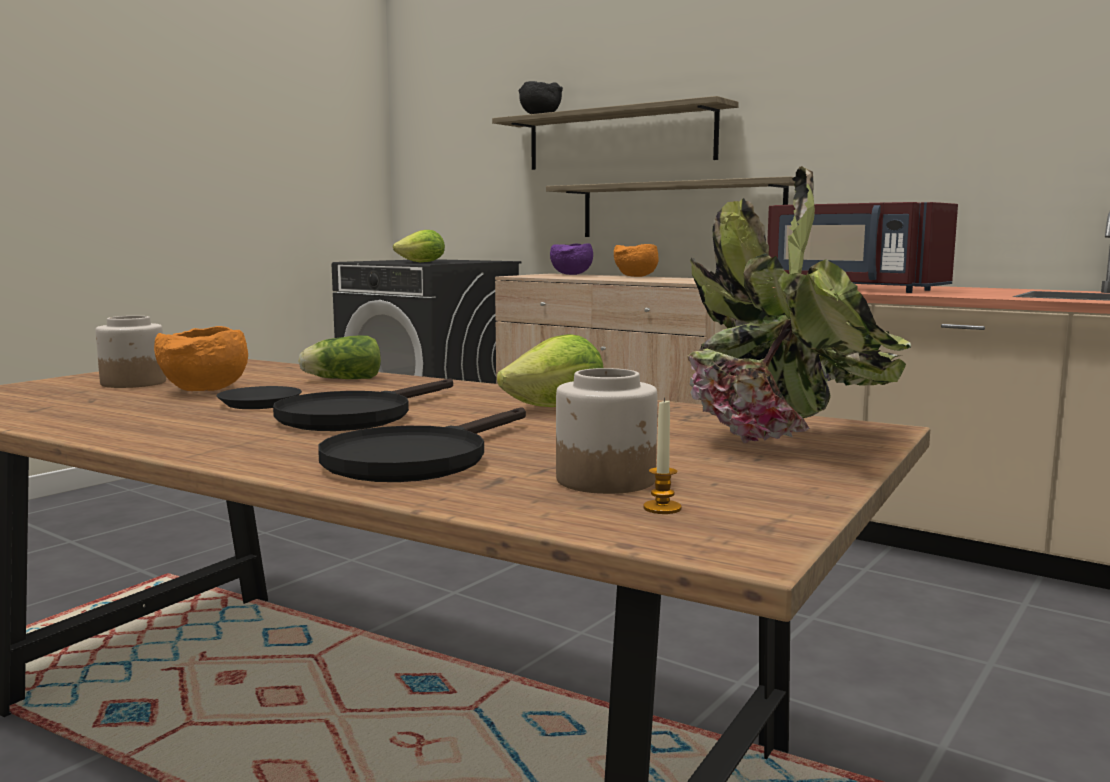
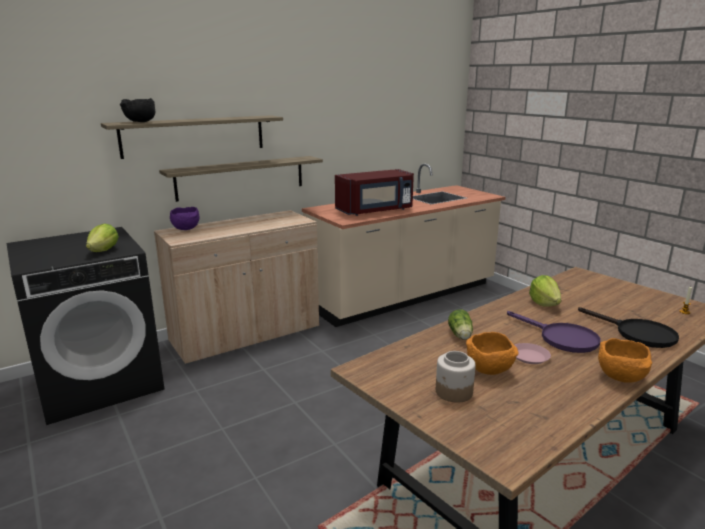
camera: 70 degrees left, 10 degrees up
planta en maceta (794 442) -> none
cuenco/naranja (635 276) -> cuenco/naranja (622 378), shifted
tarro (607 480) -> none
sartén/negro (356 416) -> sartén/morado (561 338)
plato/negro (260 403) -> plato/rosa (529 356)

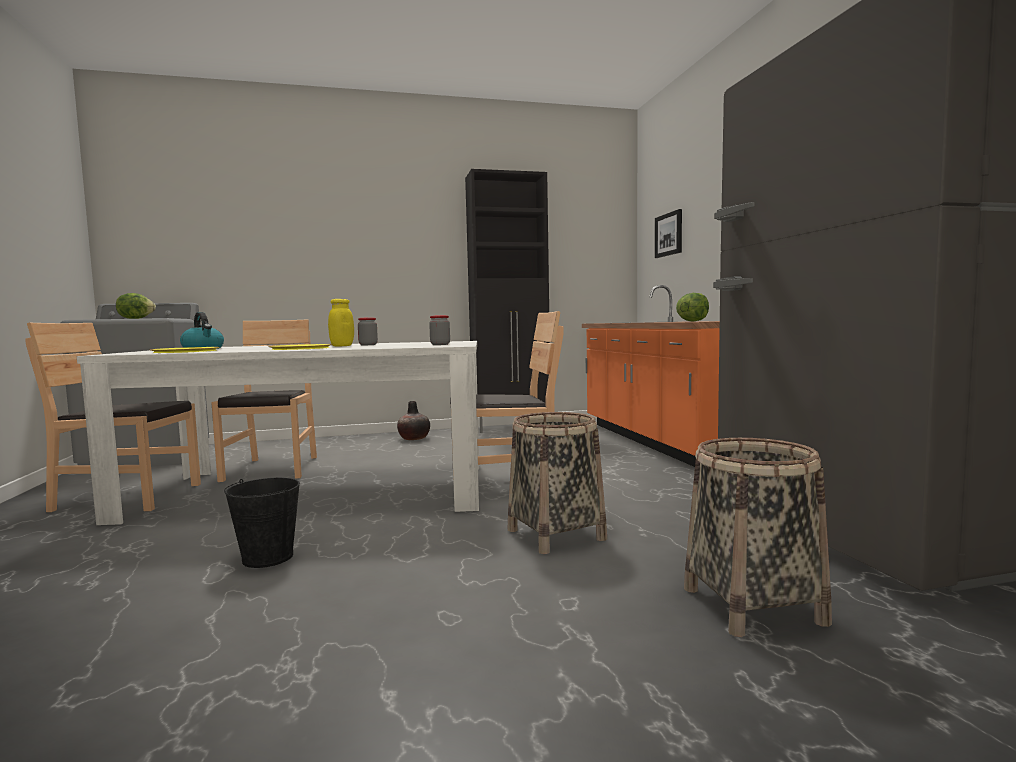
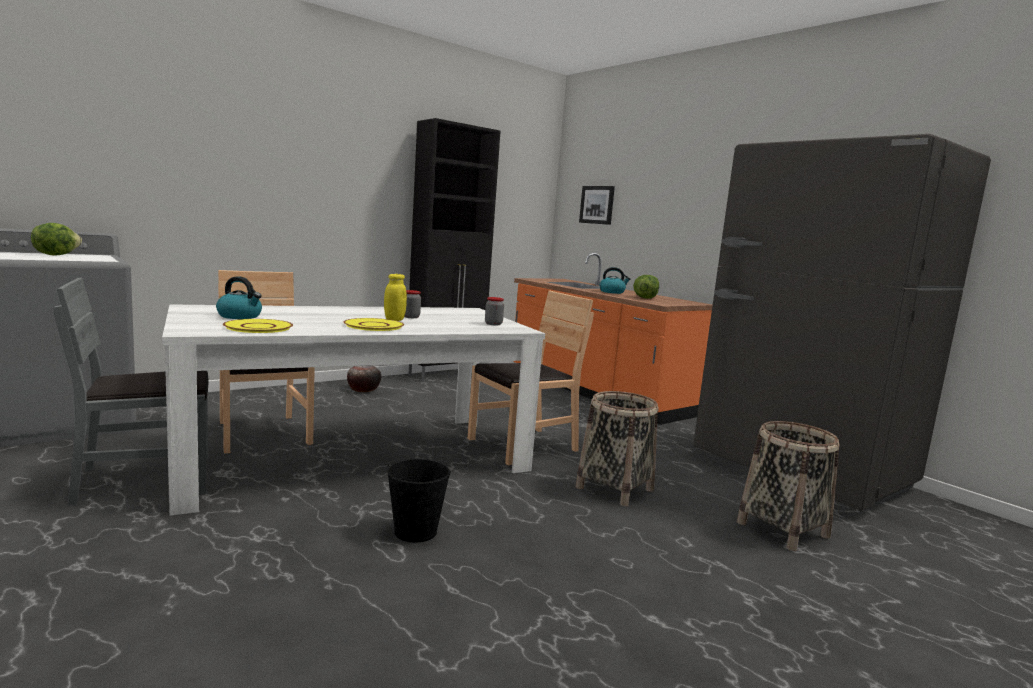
camera: 25 degrees left, 5 degrees up
silla/marrón (128 498) -> silla/gris (146 479)
none -> hervidor (612 292)

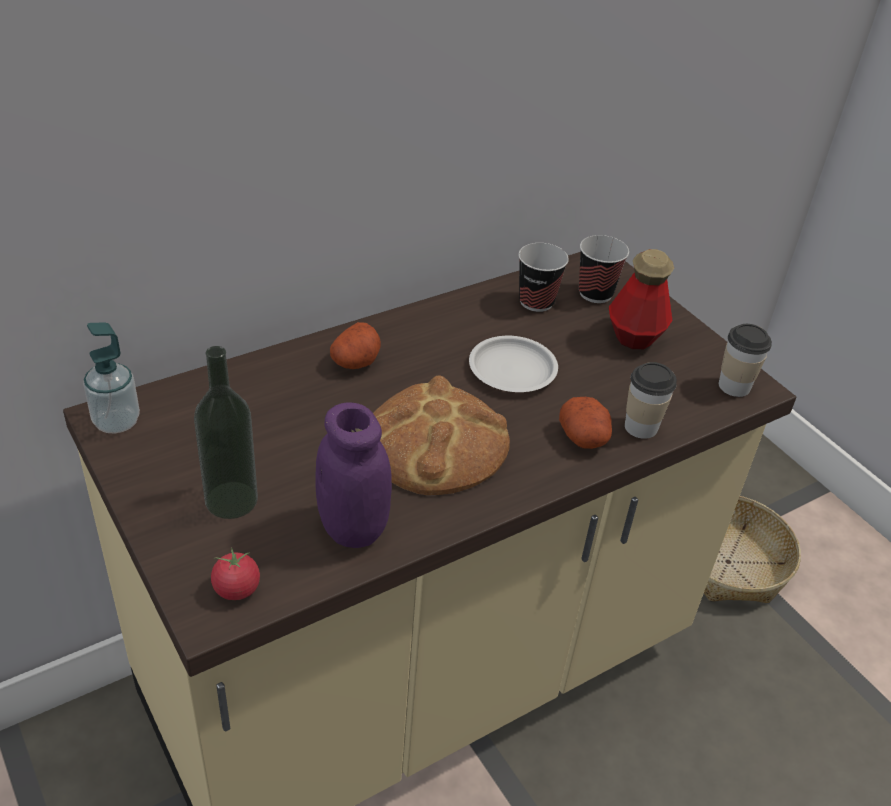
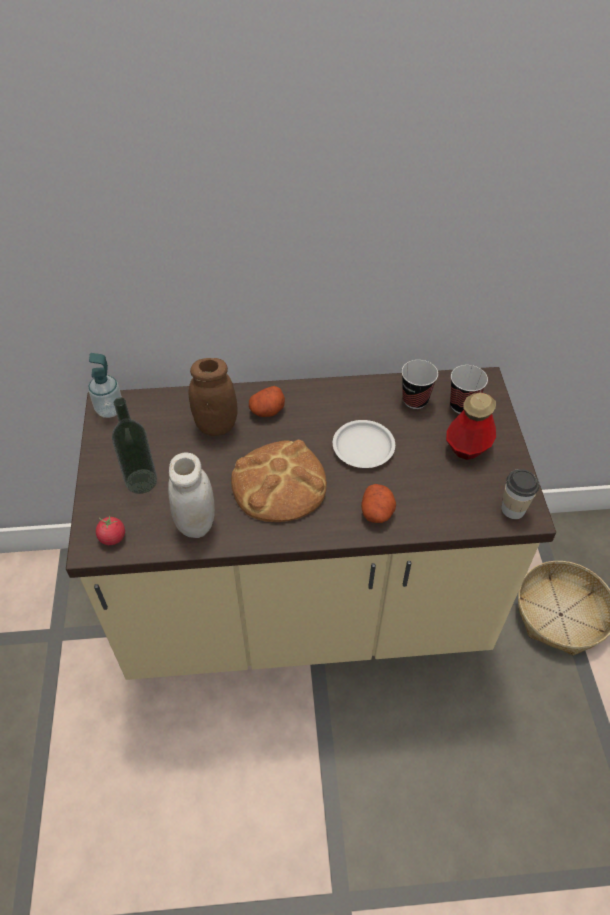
camera: 30 degrees right, 10 degrees up
taza (641 427) -> none
tarro/morado (353 528) -> tarro/blanco (196 523)
none -> tarro/marrón (216 426)

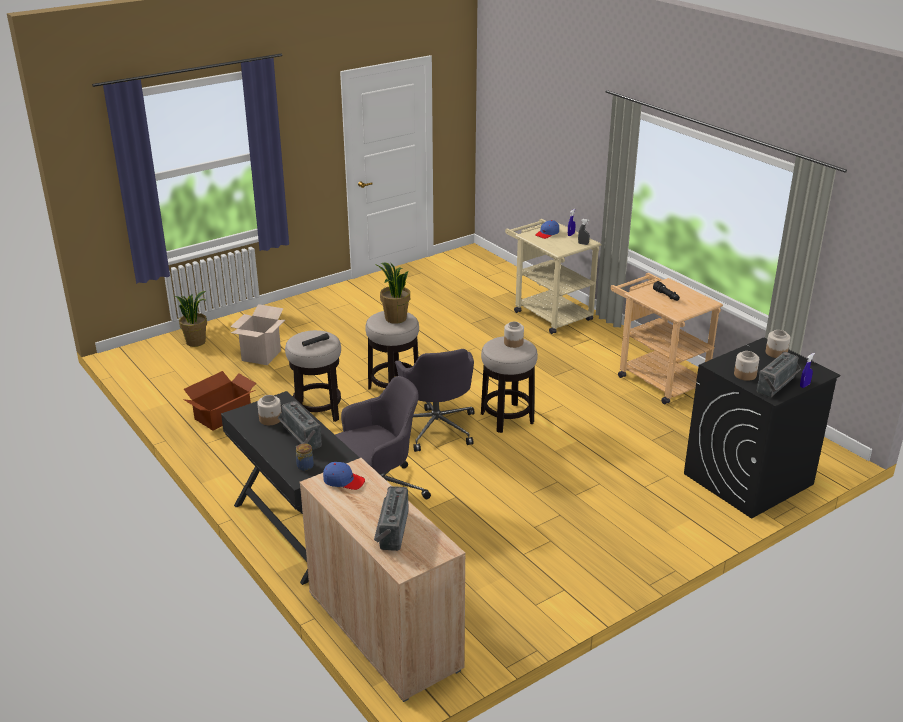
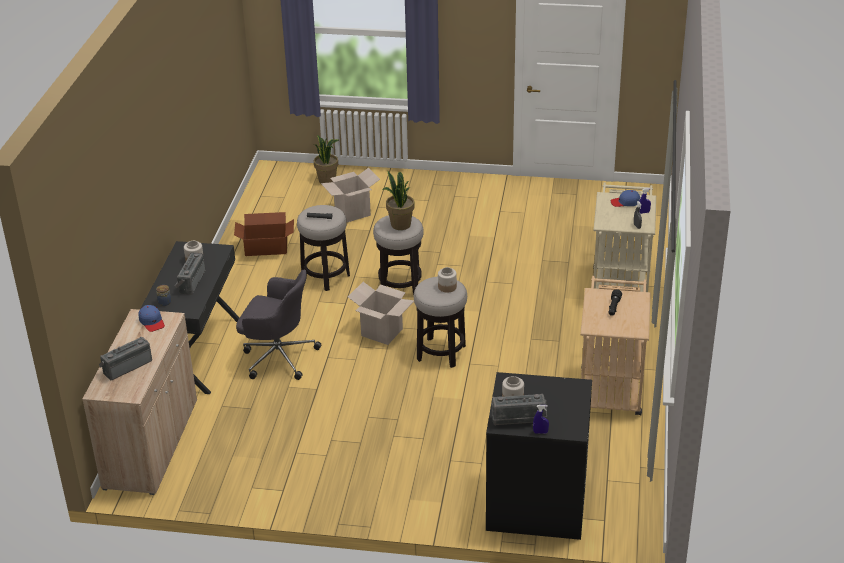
camera: 45 degrees right, 5 degrees up
tarro (776 353) -> none
silla de oficina/gris (436 428) -> caja de cartón (382 332)

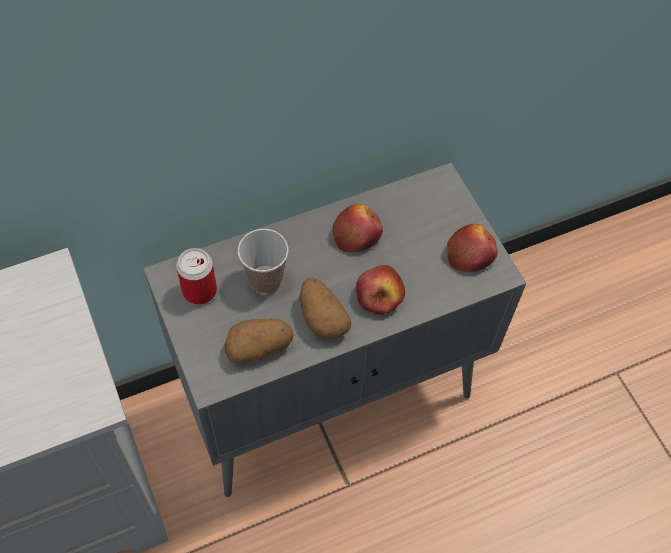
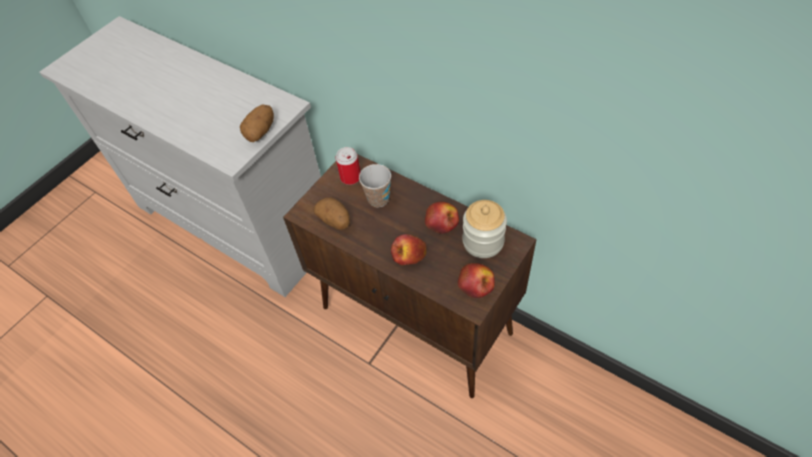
camera: 65 degrees right, 5 degrees down
armario/gris (331 394) -> armario/marrón (417 321)
patata (322 317) -> patata (261 131), shifted
none -> tarro (483 241)

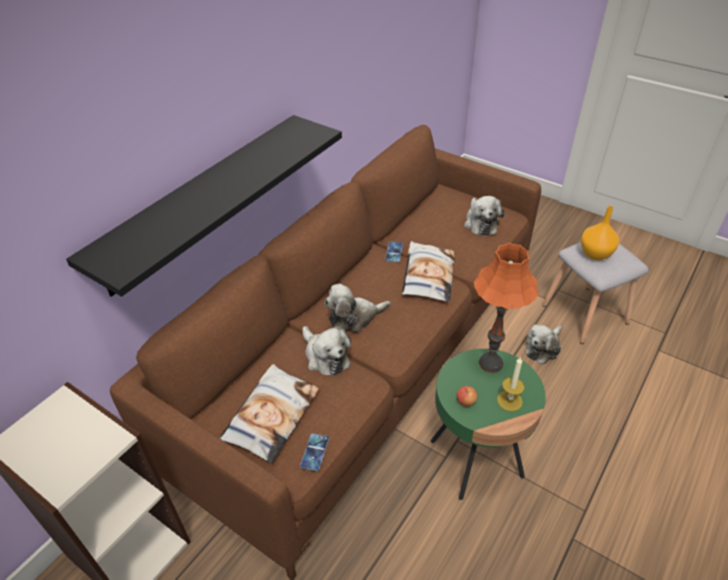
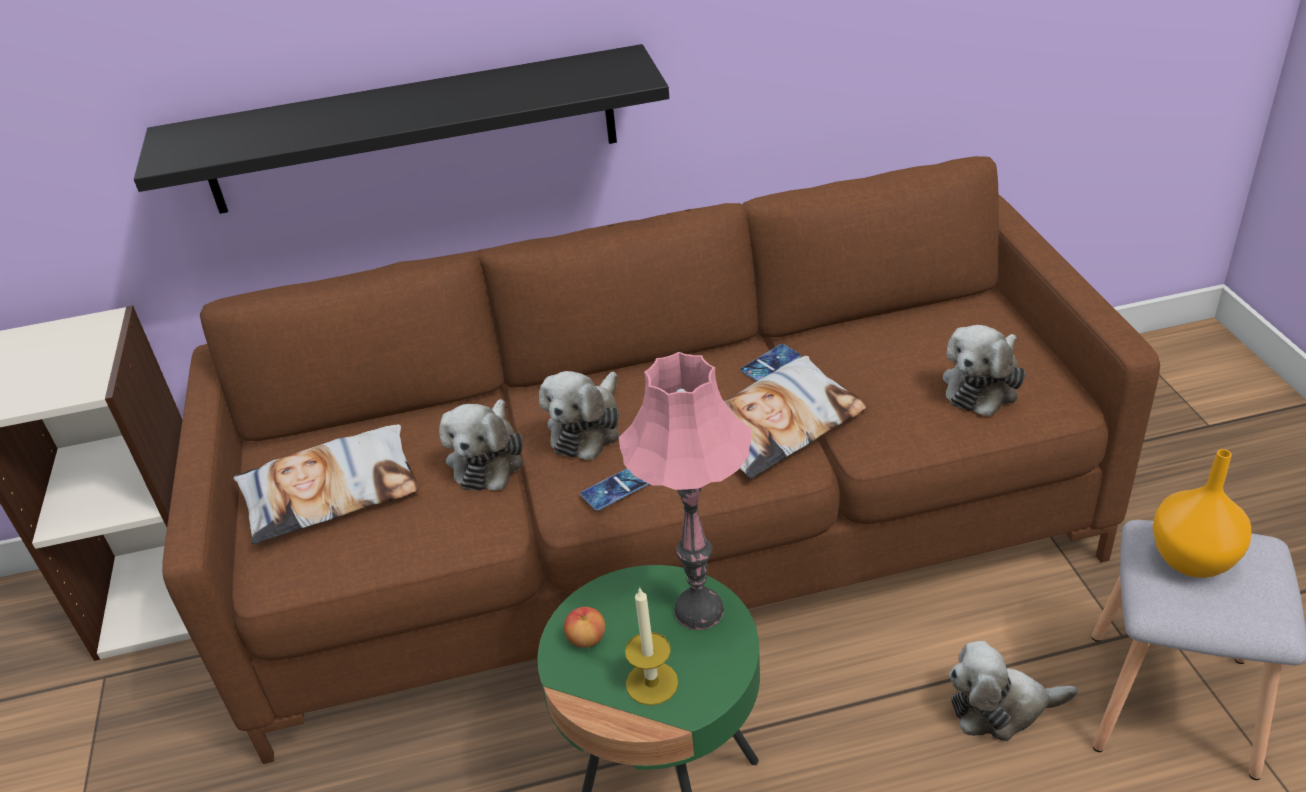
camera: 45 degrees right, 5 degrees down
lámpara de mesa/naranja (490 363) -> lámpara de mesa/rosa (699 610)
peluche (354 318) -> peluche (587 428), 90 degrees counterclockwise
móvil (314 452) -> móvil (615 488), shifted

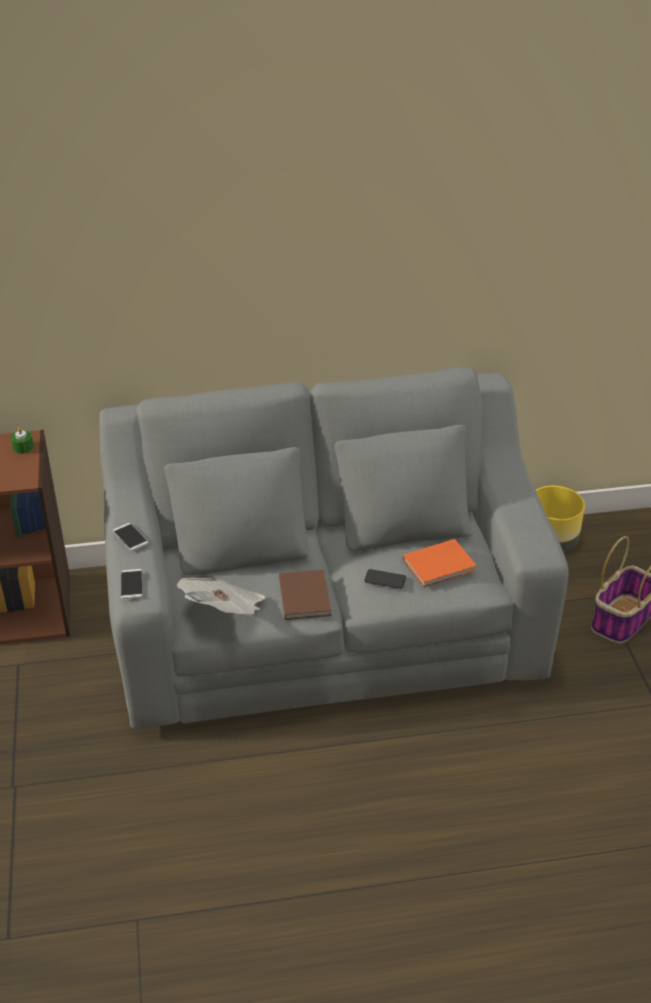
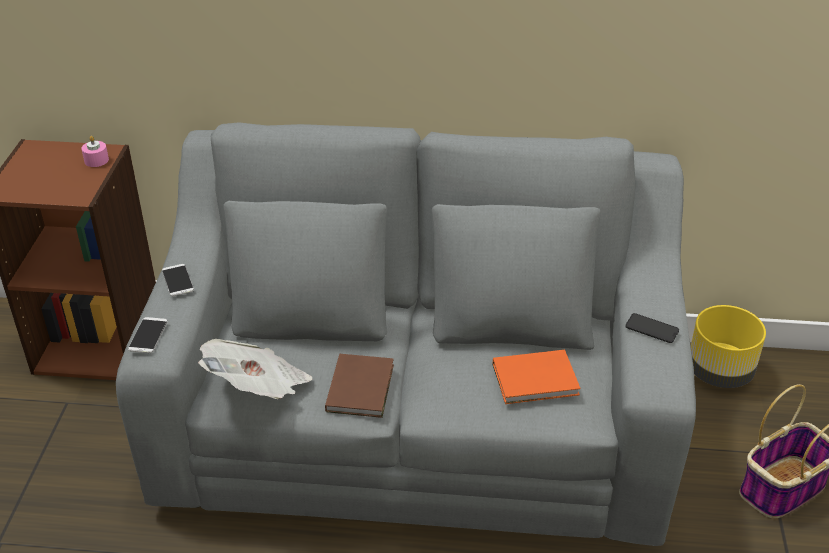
camera: 15 degrees right, 0 degrees up
vela/verde (23 447) -> vela/rosa (96 160)
móvil (385 579) -> móvil (652 328), shifted

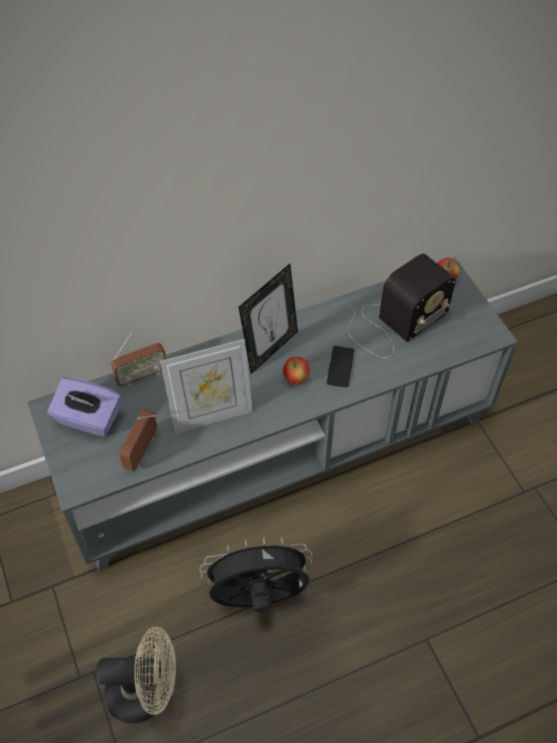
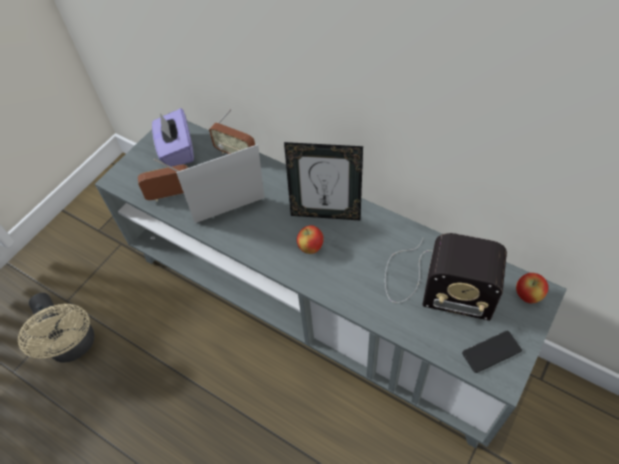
camera: 60 degrees right, 0 degrees up
portarretratos (212 415) -> portarretratos (232 215), 120 degrees clockwise
móvil (340 367) -> móvil (491 352), shifted
ventilador/negro (258 598) -> none

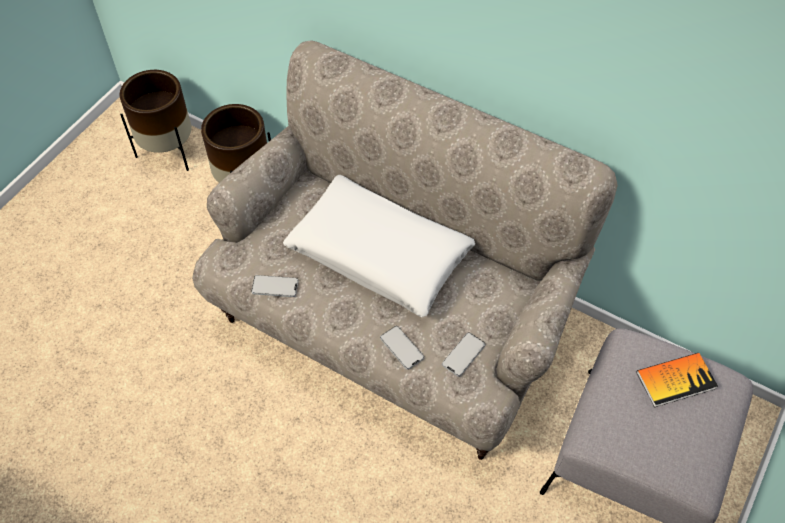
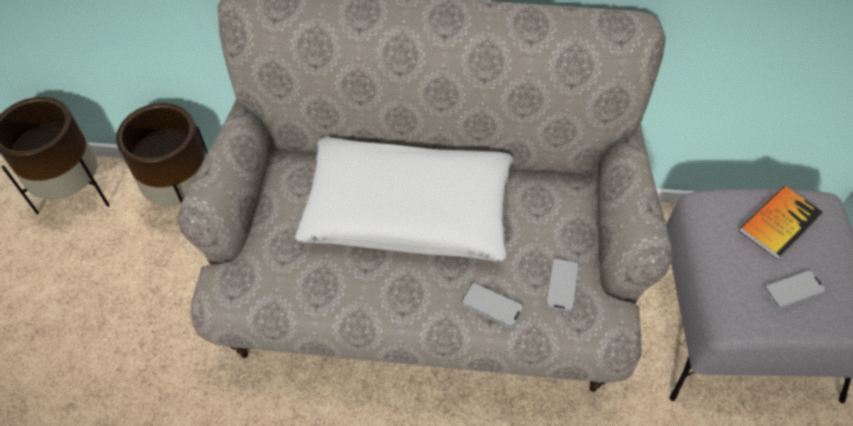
camera: 25 degrees left, 0 degrees up
móvil (275 286) -> móvil (794 290), shifted

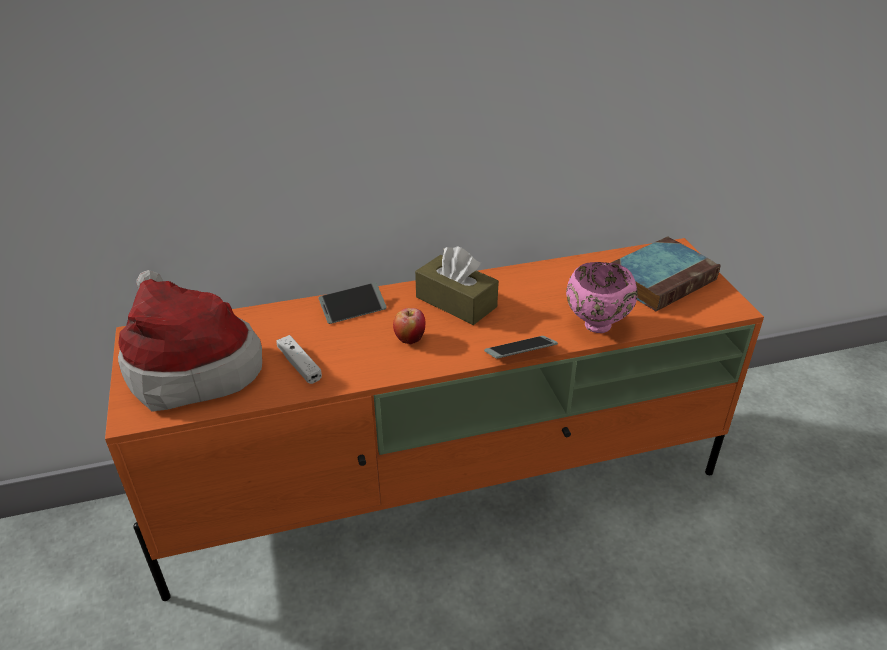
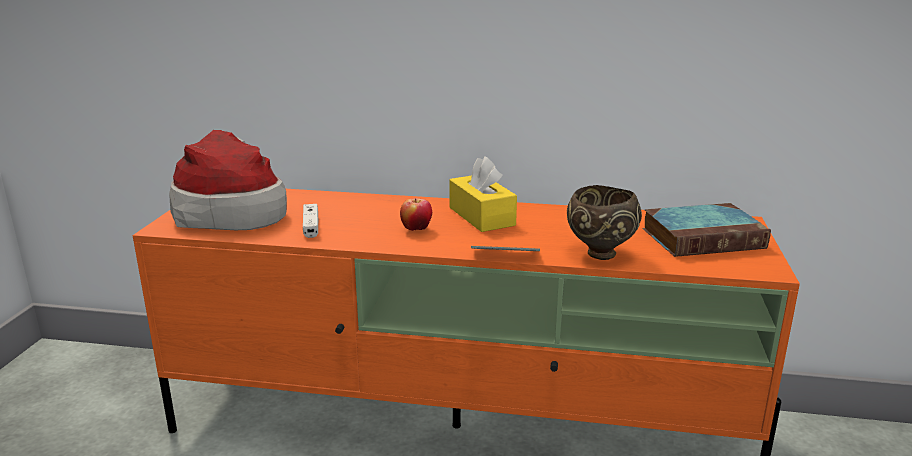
camera: 25 degrees right, 15 degrees down
caja de pañuelos/marrón (456 302) -> caja de pañuelos/amarillo (481 216)
cuenco/rosa (595 326) -> cuenco/marrón (599 254)
móvil (353 308) -> none

